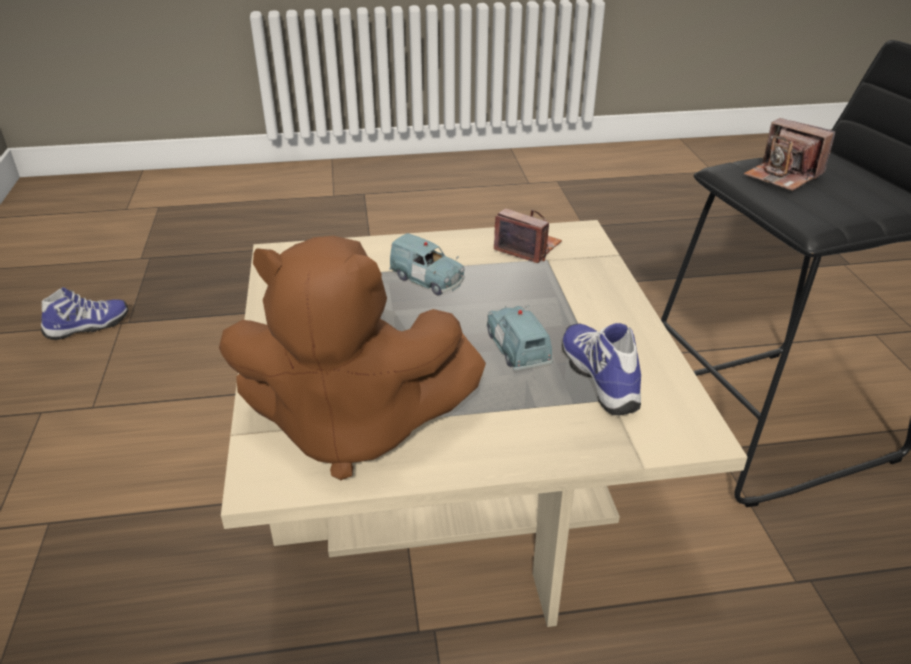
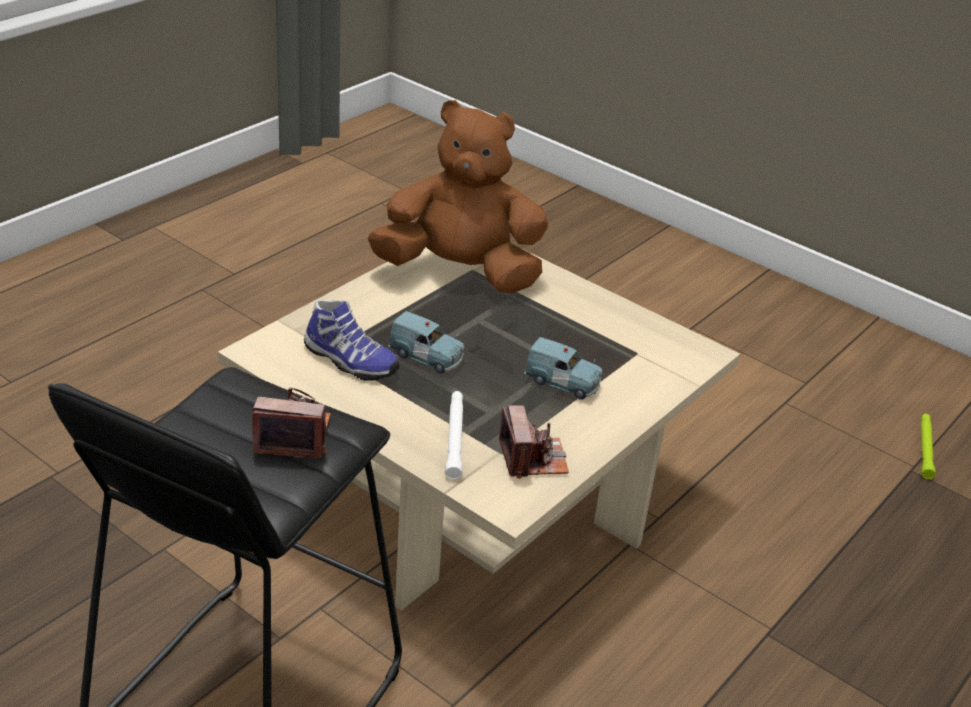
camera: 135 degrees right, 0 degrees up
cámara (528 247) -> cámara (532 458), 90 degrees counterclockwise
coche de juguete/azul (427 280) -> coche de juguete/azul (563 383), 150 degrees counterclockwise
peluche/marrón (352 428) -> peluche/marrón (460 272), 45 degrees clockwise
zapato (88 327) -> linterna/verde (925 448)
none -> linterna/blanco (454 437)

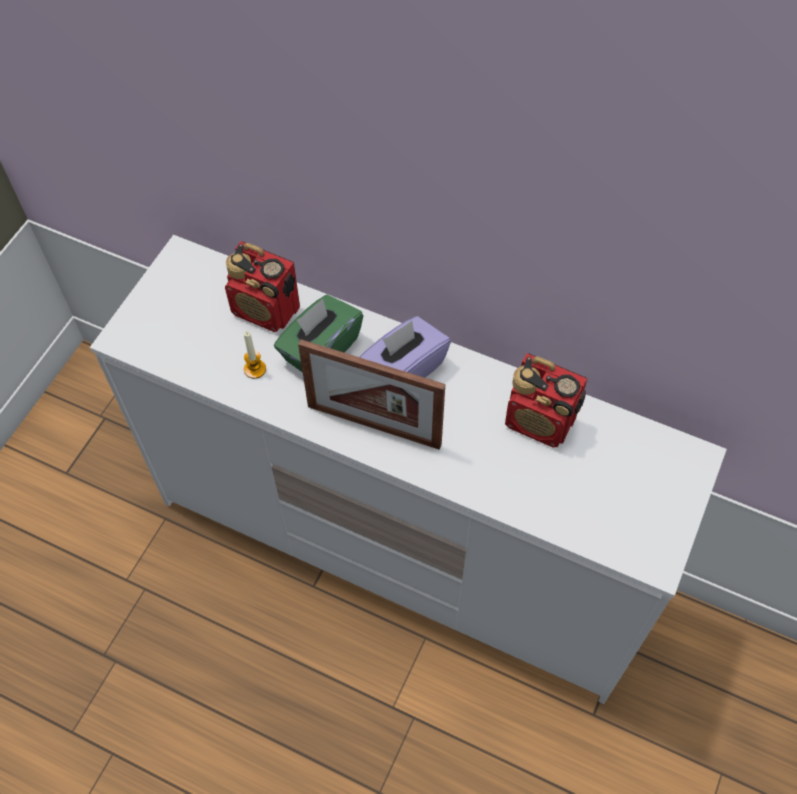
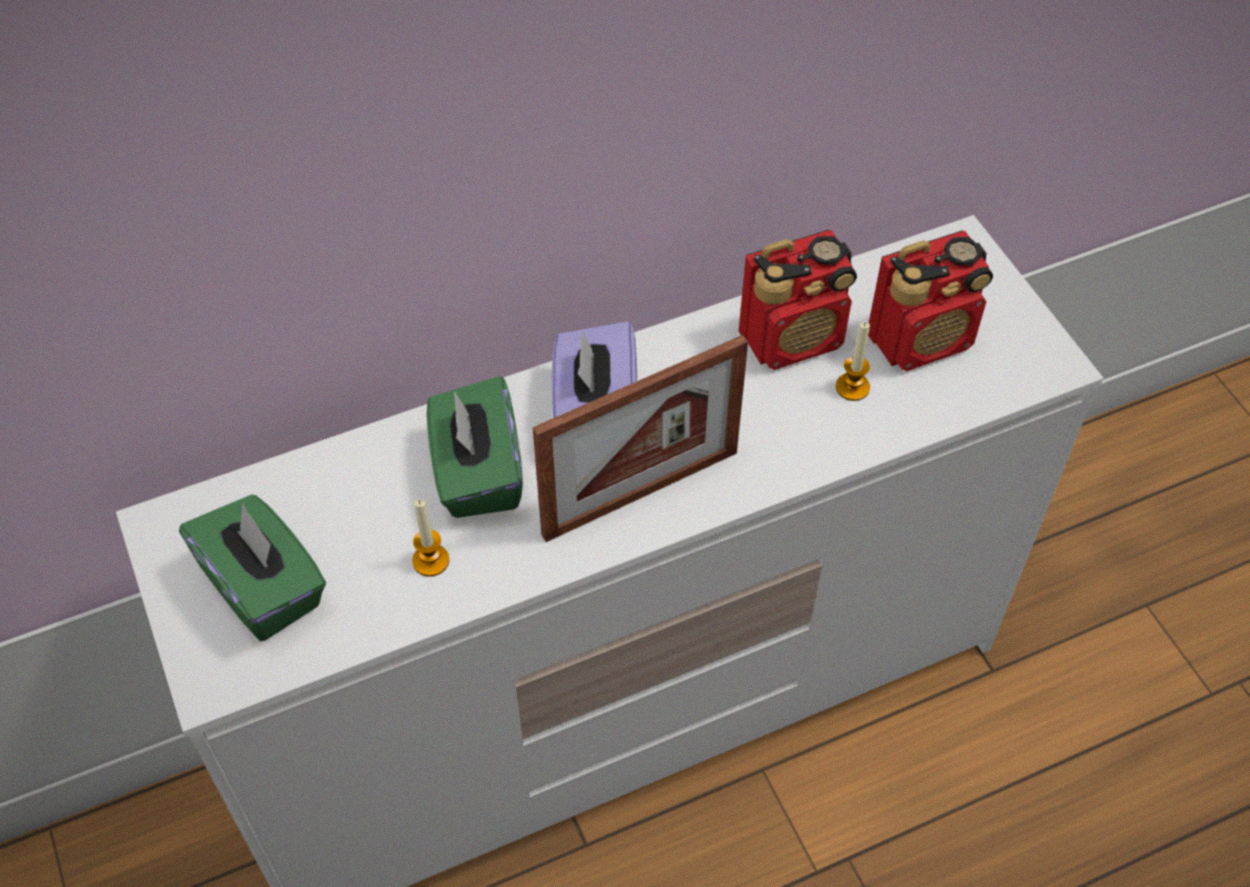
camera: 50 degrees left, 5 degrees down
radio (266 310) -> radio (921 339), shifted
none -> vela (852 387)
none -> caja de pañuelos/verde (264 587)

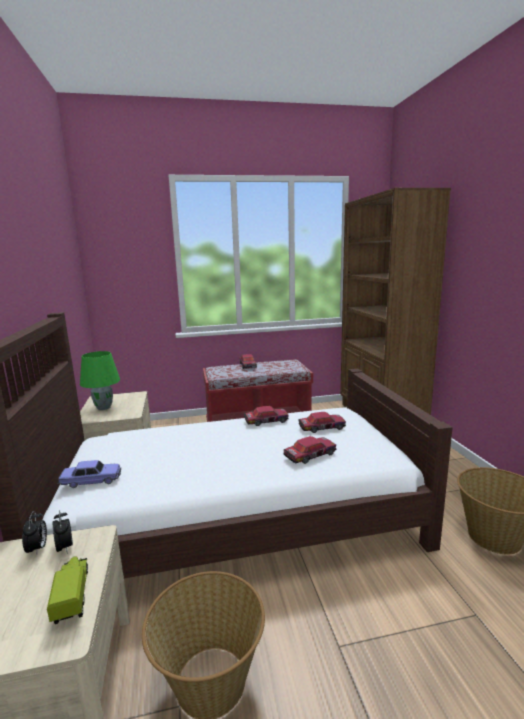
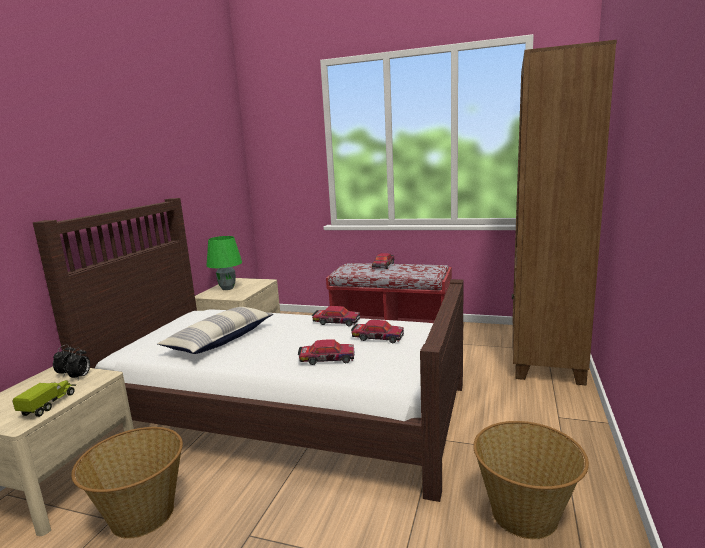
camera: 30 degrees right, 0 degrees up
coche de juguete (91 480) -> none
none -> cojín (220 340)

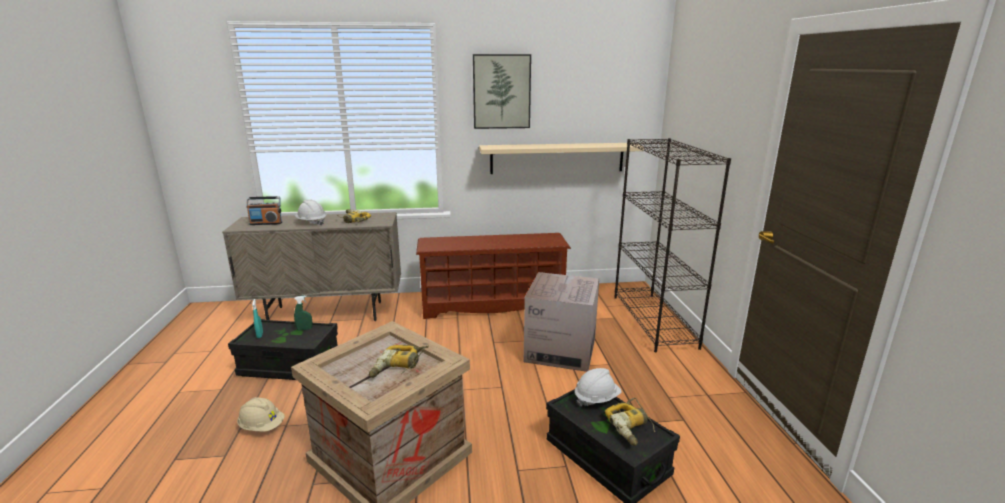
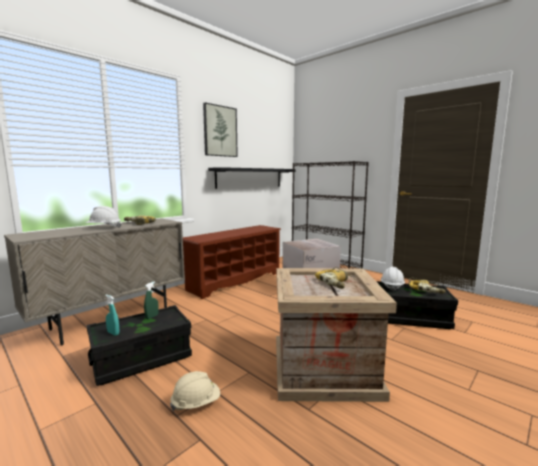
camera: 40 degrees left, 10 degrees down
estante/beis (557 158) -> estante/negro (250 178)
radio (266 223) -> none

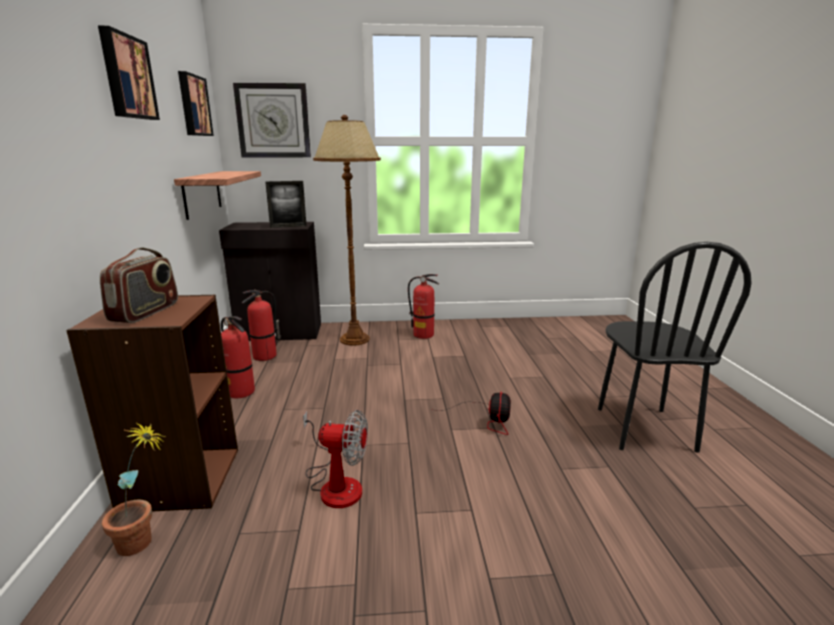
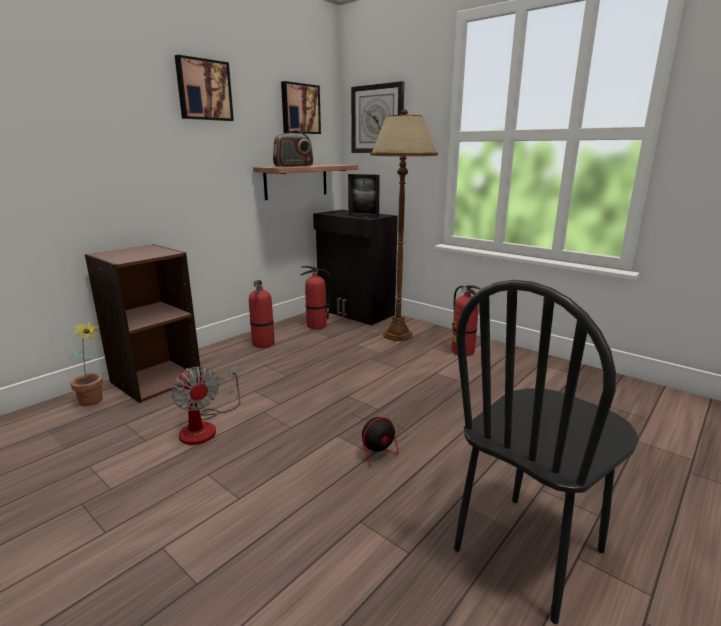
camera: 45 degrees right, 0 degrees up
radio (146 312) -> radio (293 166), shifted

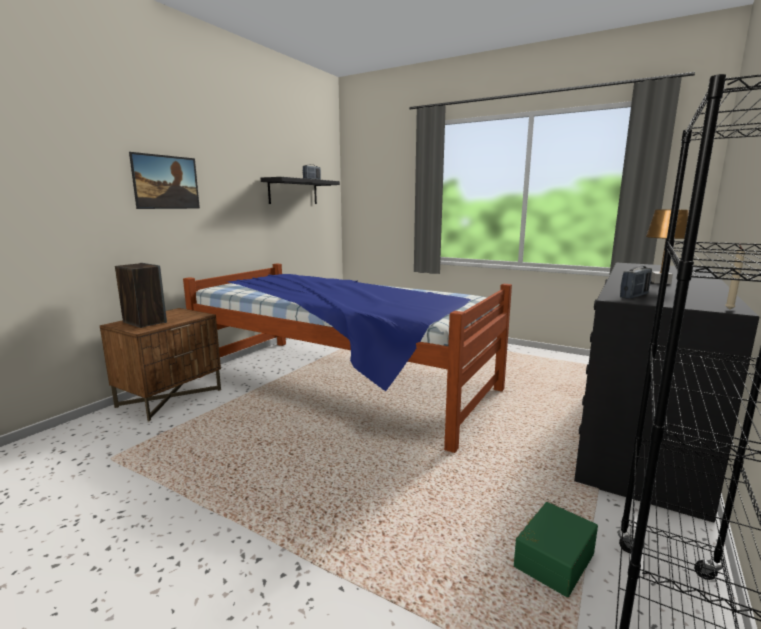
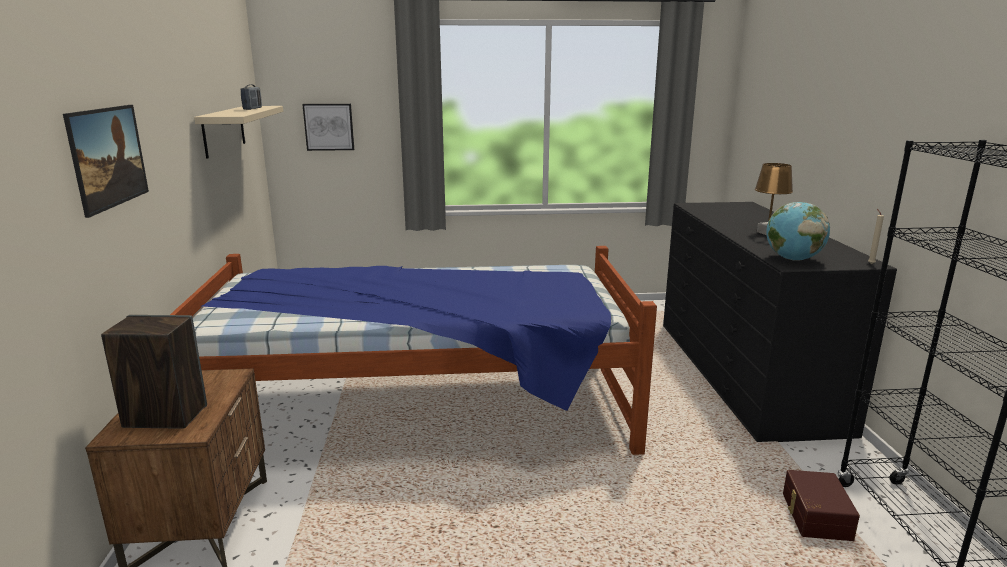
camera: 35 degrees left, 5 degrees up
estante/negro (293 191) -> estante/beis (224 130)
radio (634 296) -> globo terráqueo (792 259)
caja de almacenaje/verde (552 559) -> caja de almacenaje/marrón (814 517)
none -> cuadro (329 127)

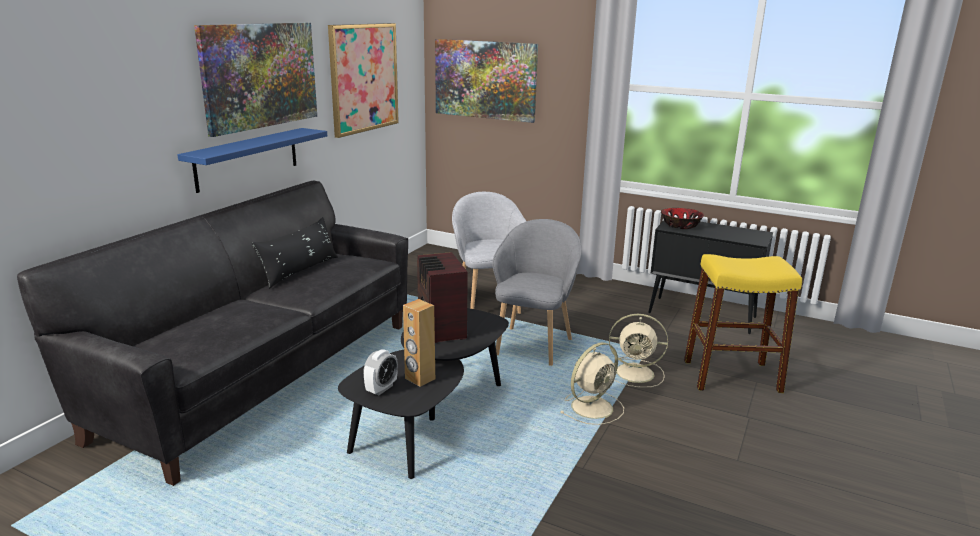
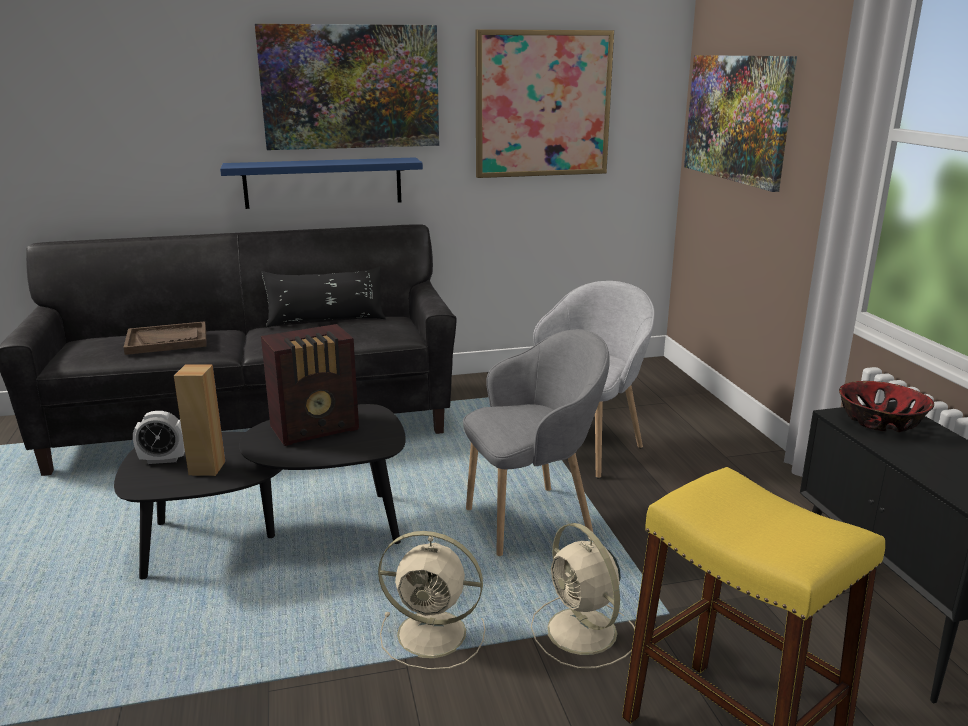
camera: 50 degrees right, 0 degrees up
radio (441 330) -> radio (317 429), 150 degrees counterclockwise
none -> bandeja/marrón (167 340)

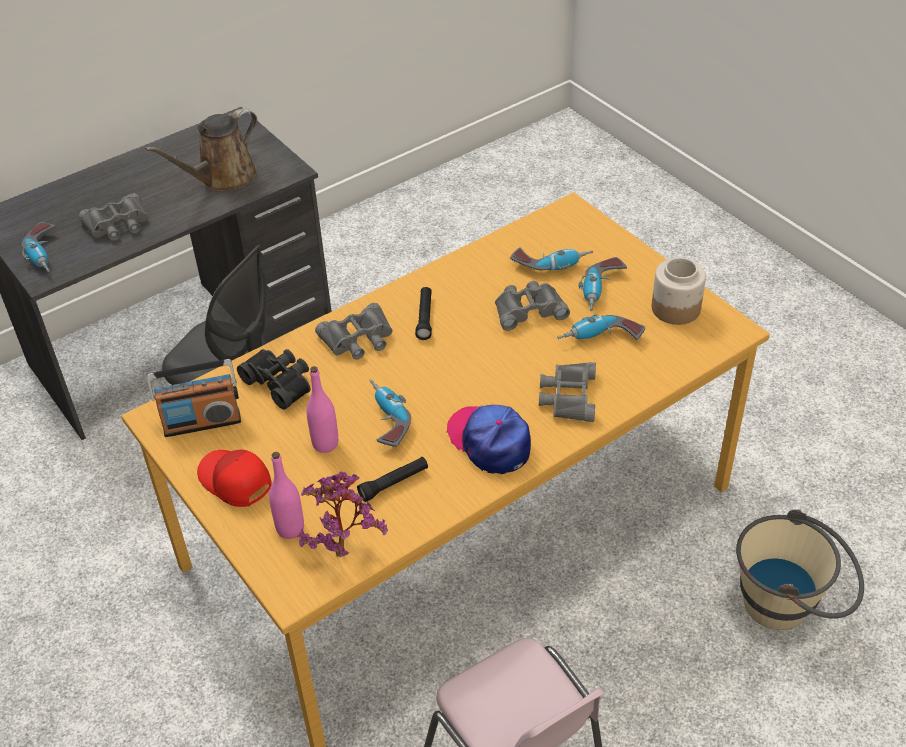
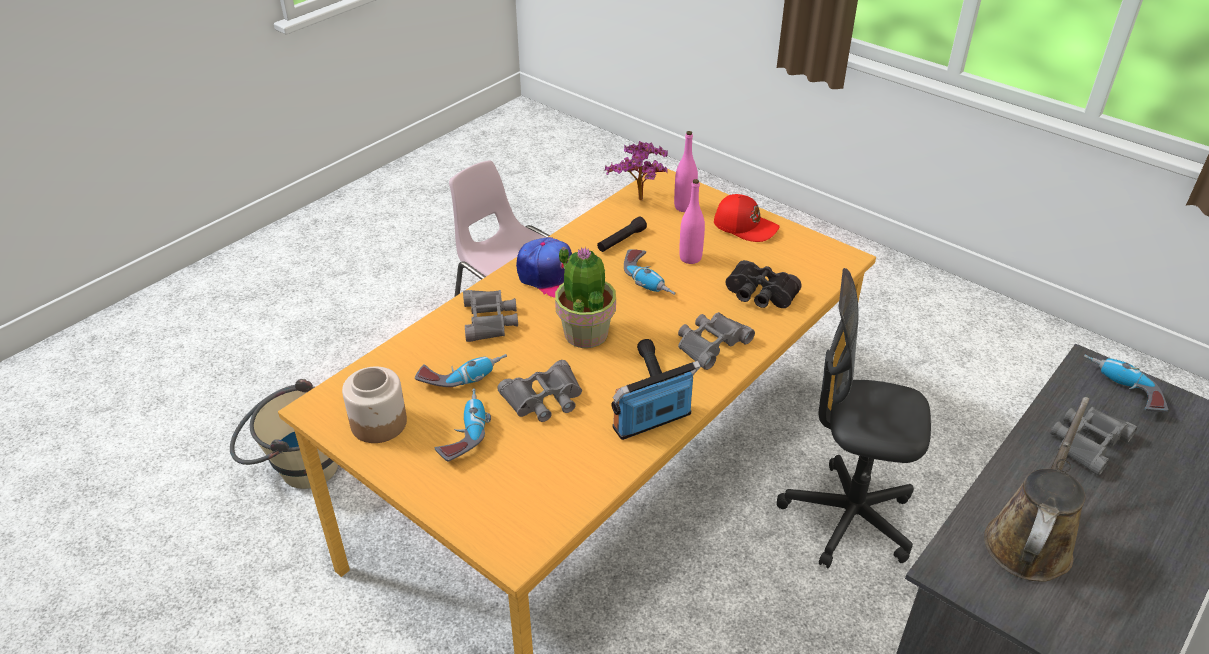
camera: 165 degrees right, 5 degrees down
taladro (551 263) -> none
radio (202 422) -> radio (652 421), shifted
none -> planta en maceta (586 333)

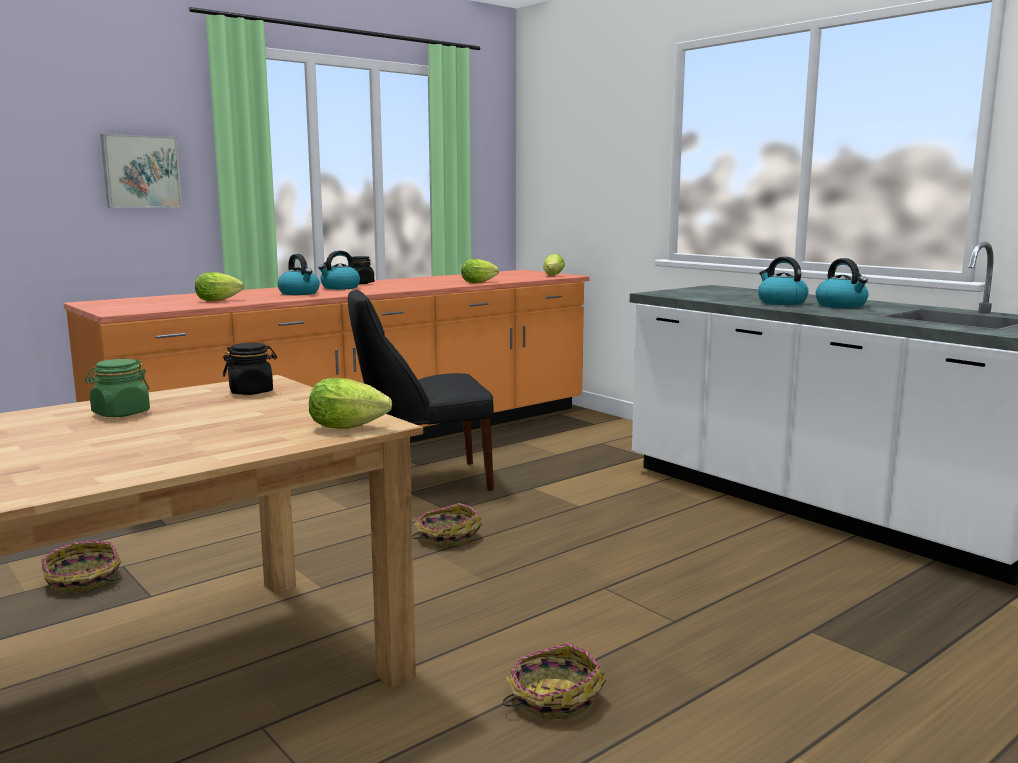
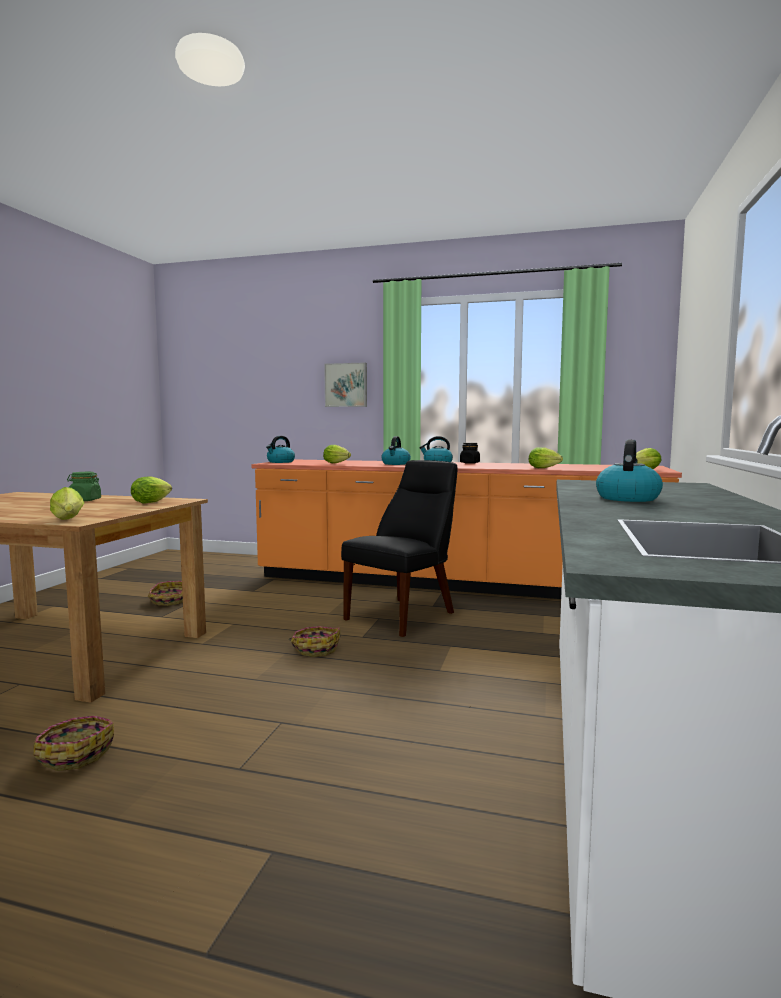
camera: 55 degrees right, 5 degrees down
hervidor (841 305) -> hervidor (280 462), shifted
silla/negro (422 481) -> silla/negro (404 615), 90 degrees clockwise
tarro/negro (251 391) -> lechuga (153 502)

